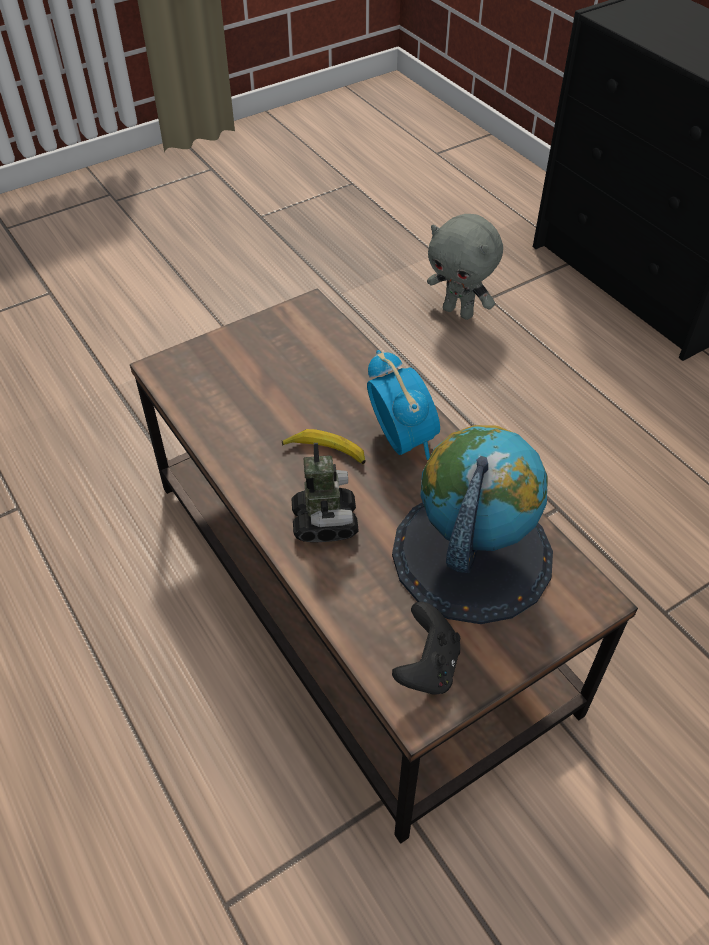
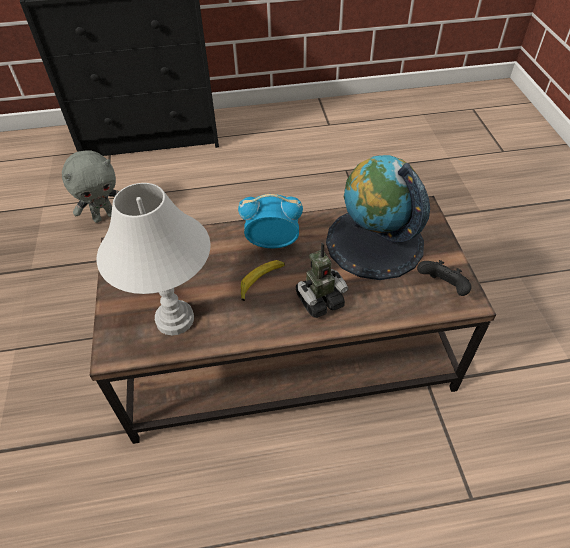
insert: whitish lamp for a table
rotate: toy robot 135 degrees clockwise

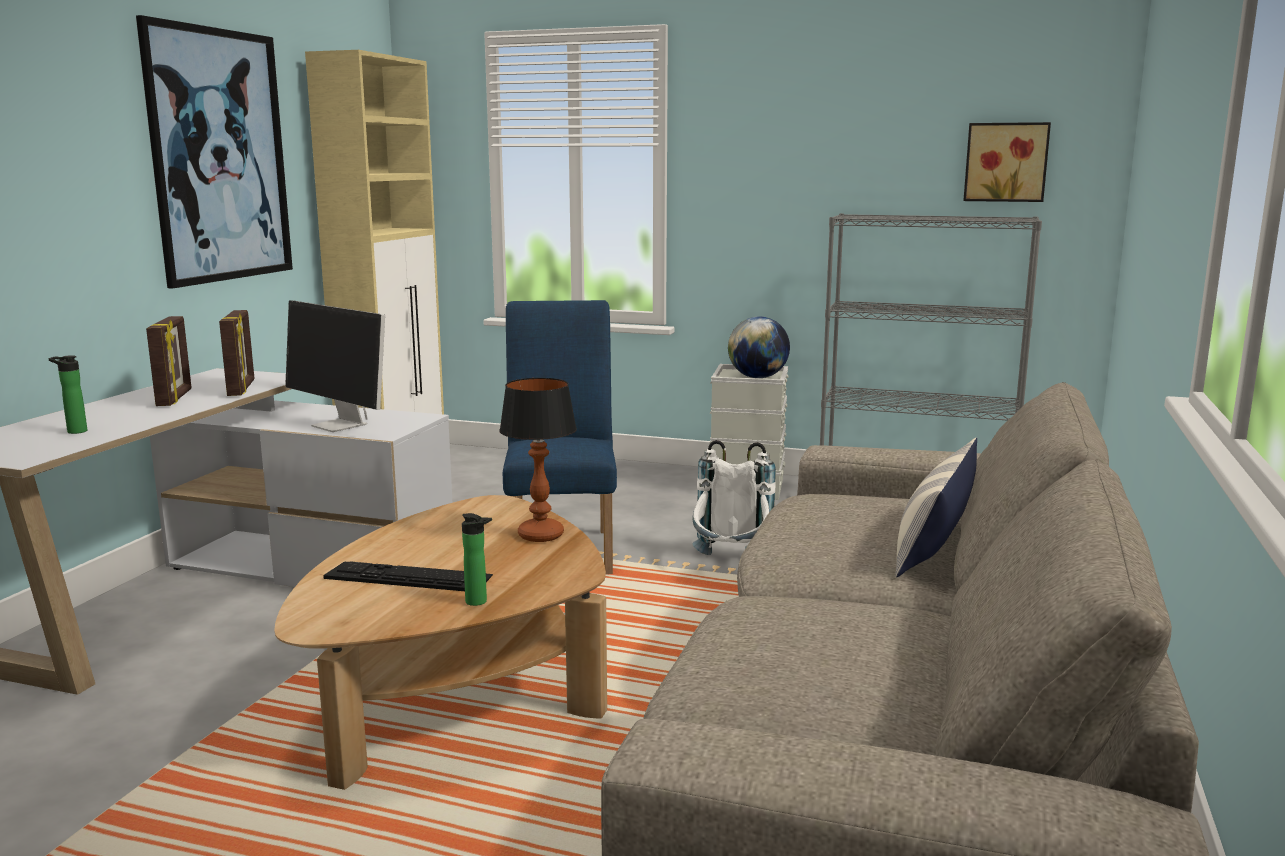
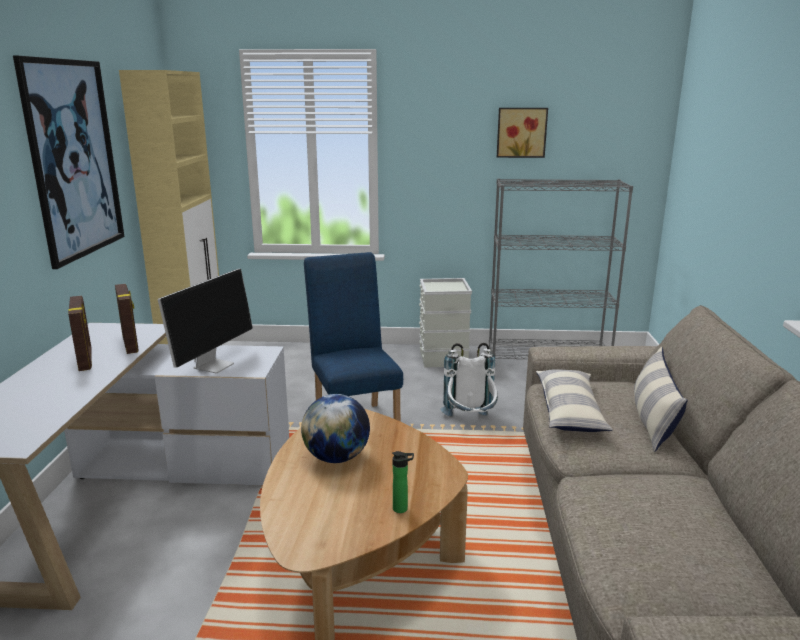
delete: drink bottle (1st from left); keyboard; lamp for a table
insert: cushion (1st from left)
move: globe; wall picture (2nd from left)
rotate: monitor 90 degrees counterclockwise

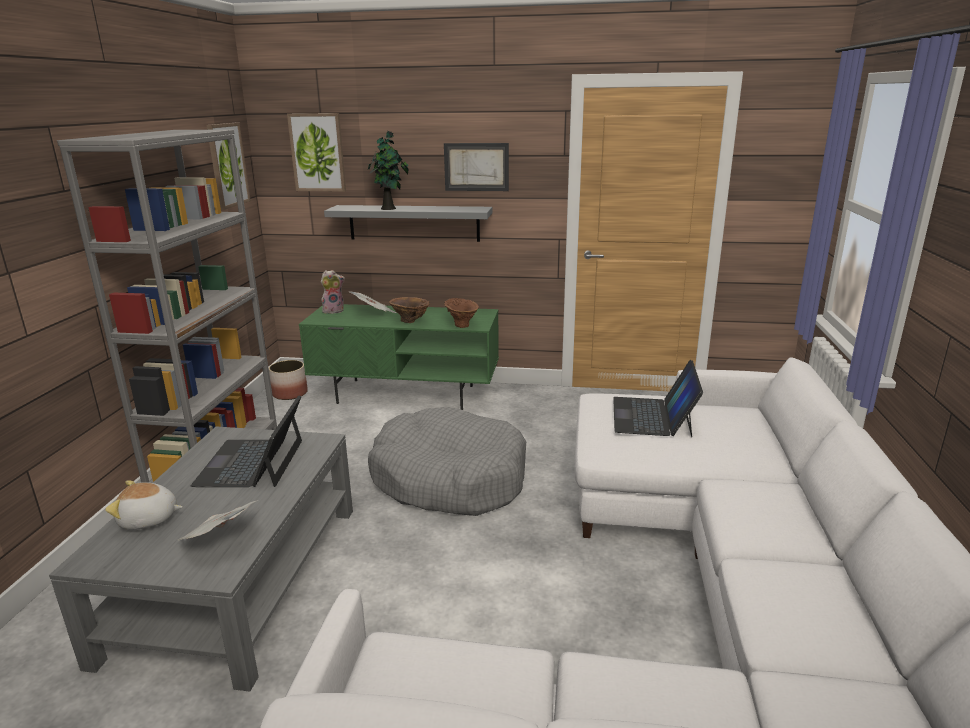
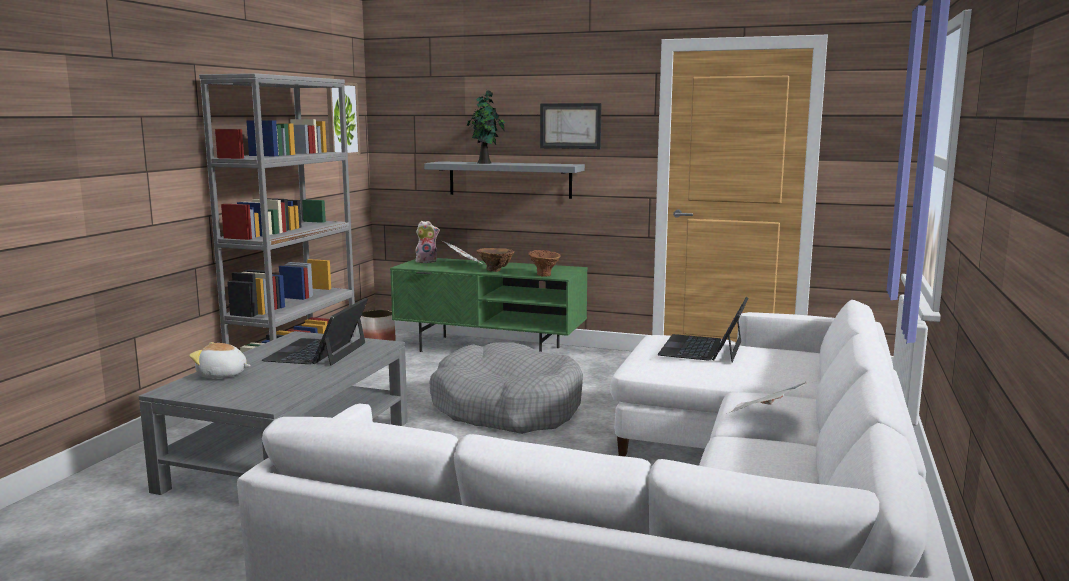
delete: wall picture (2nd from left)
move: printed paper (1st from left in the first image) to printed paper (2nd from left)

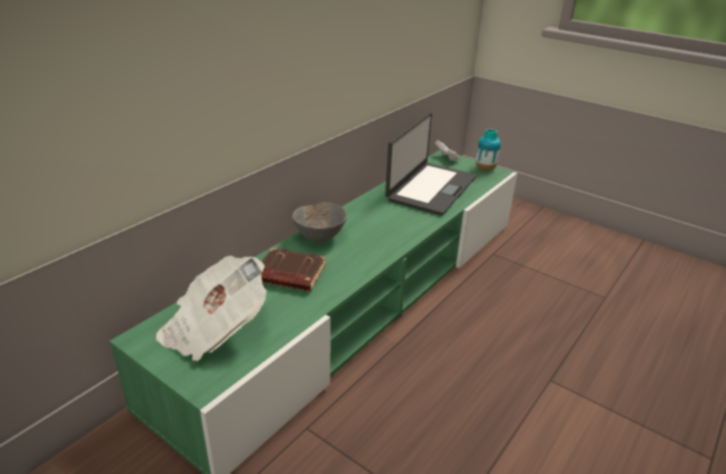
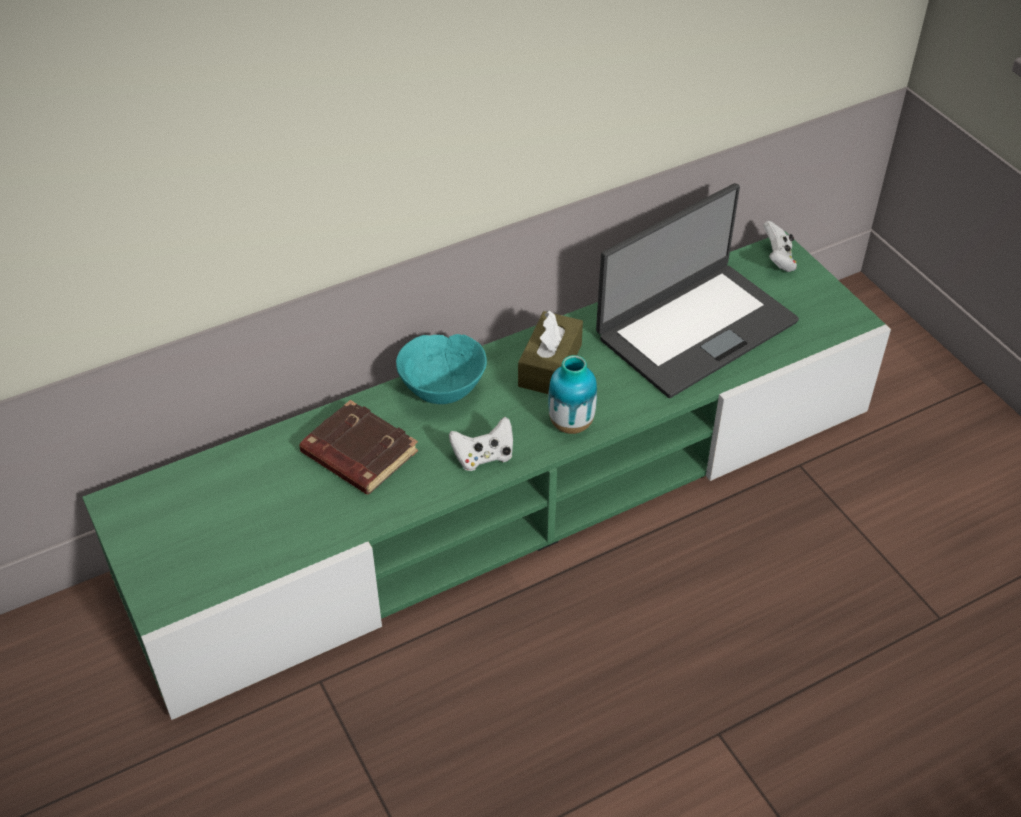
delete: printed paper
insert: whitish game controller (1st from left); brown tissue box
move: vase
recolor: greyish serving bowl to turquoise serving bowl

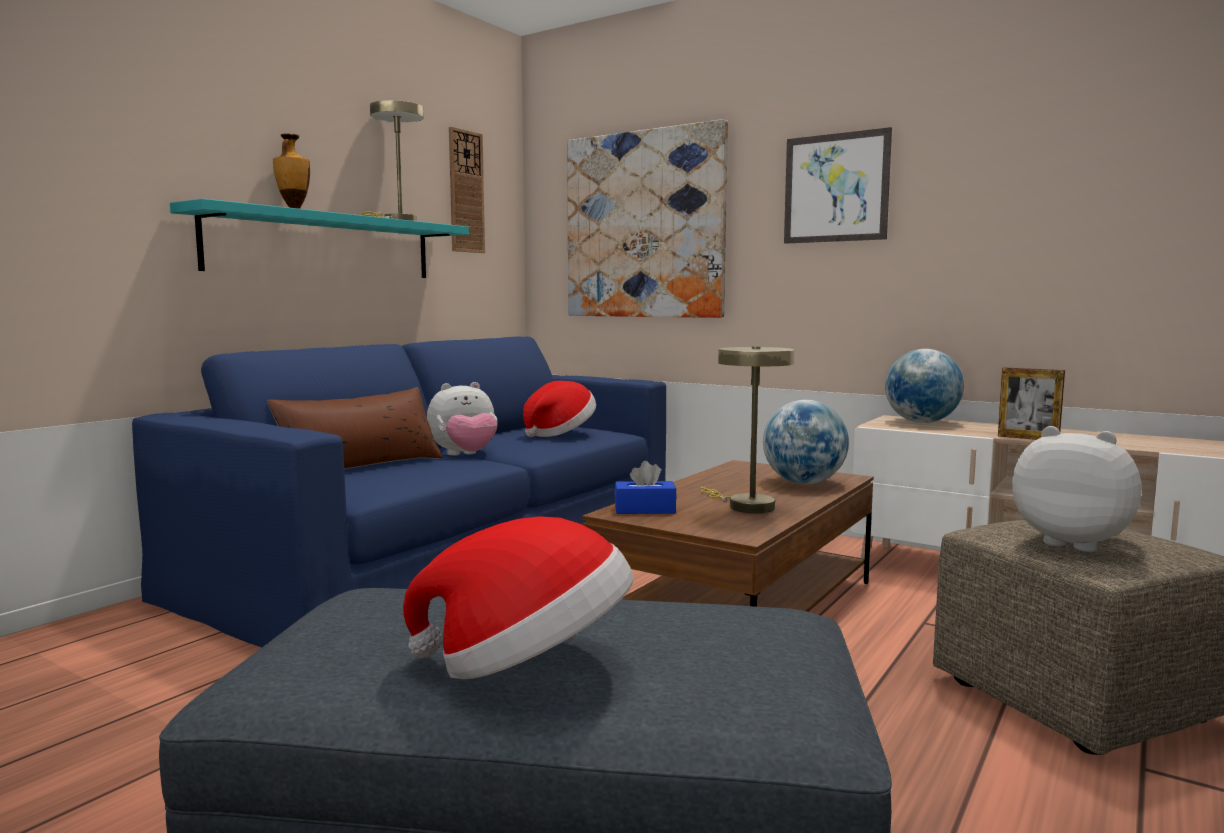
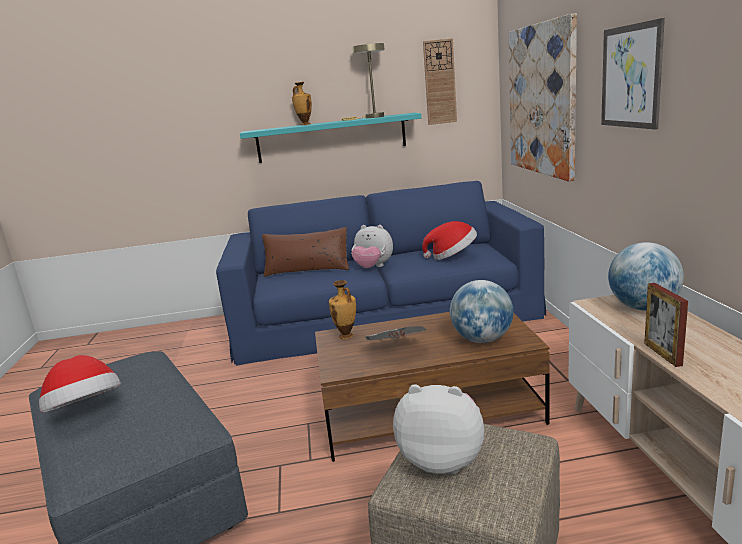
replace: bluish tissue box to vase (2nd from left); beige-coloured lamp for a table (2nd from left) to printed paper
rotate: plush toy (2nd from left) 75 degrees counterclockwise

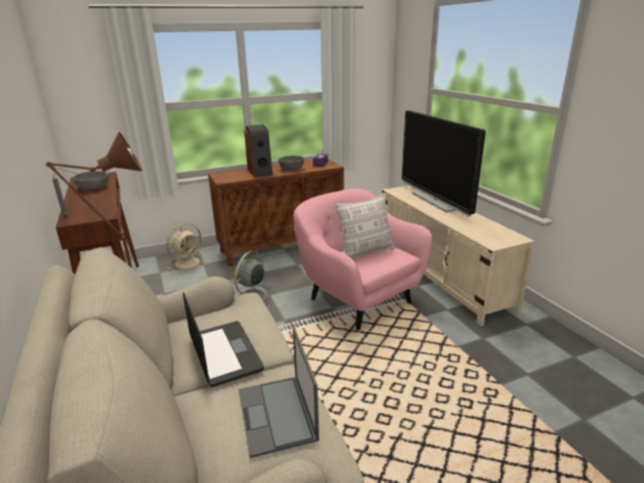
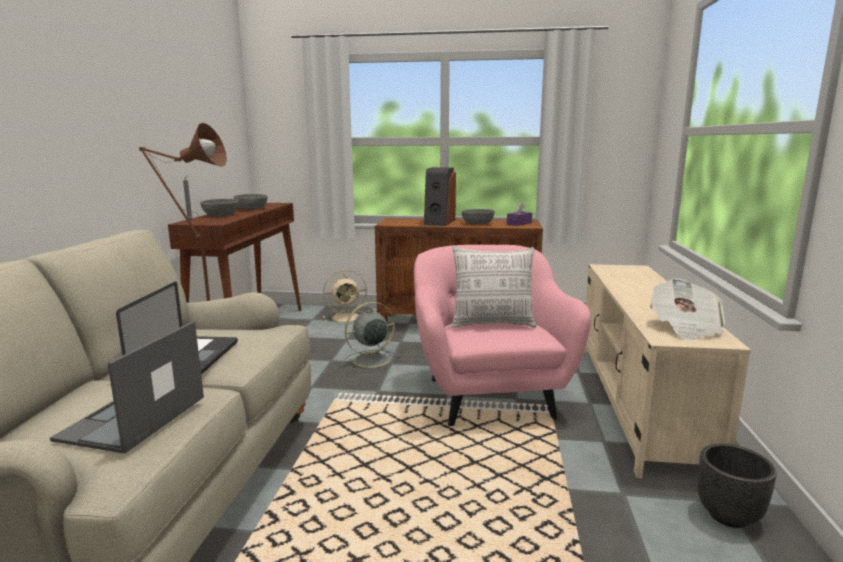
delete: TV set
insert: greyish serving bowl (1st from left); printed paper; blackish flower pot

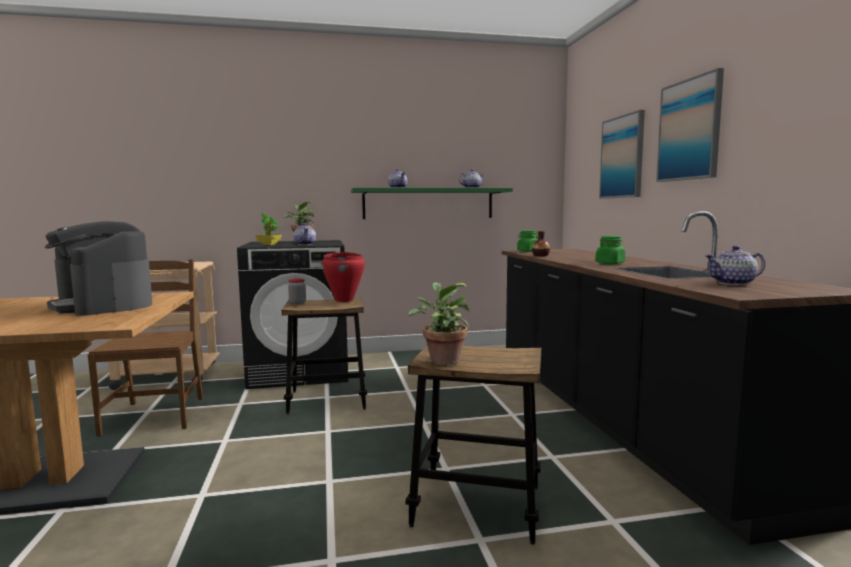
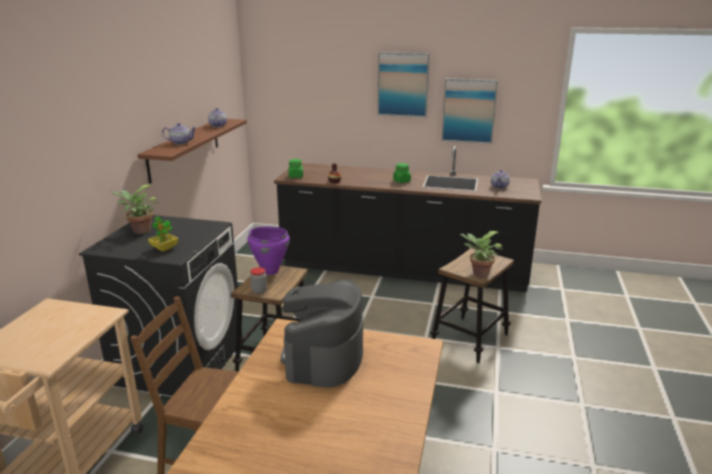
delete: tea pot (1st from left)
move: wall picture (1st from left in the first image) to wall picture (2nd from left)
recolor: red-coloured cooking pot to purplish cooking pot; greenish wall shelf to brown wall shelf
rotate: coffee brewer 120 degrees clockwise

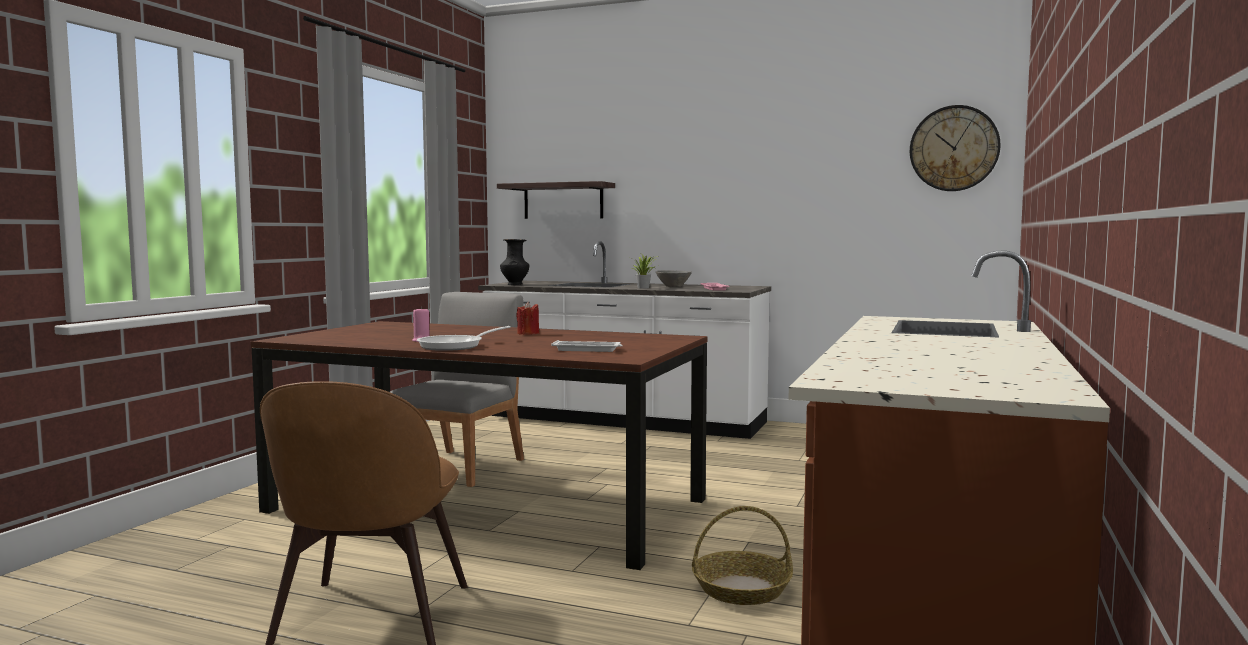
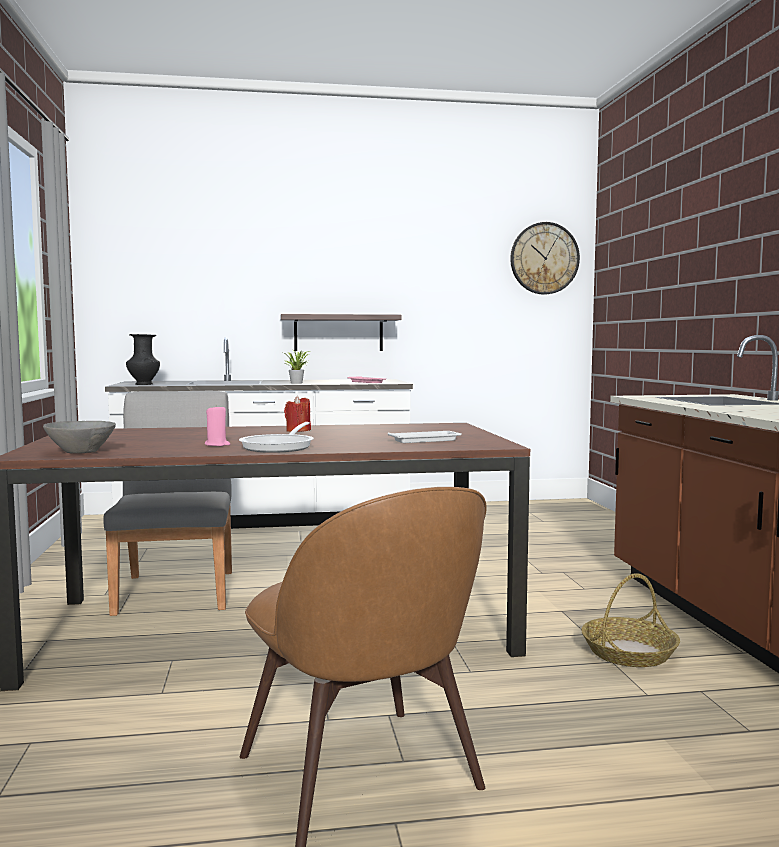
move: wall shelf; greyish serving bowl

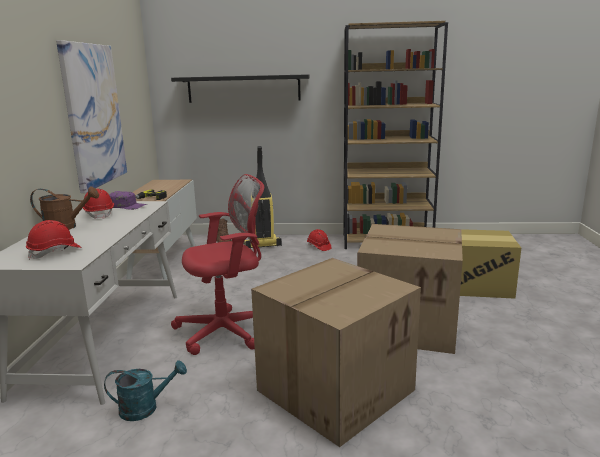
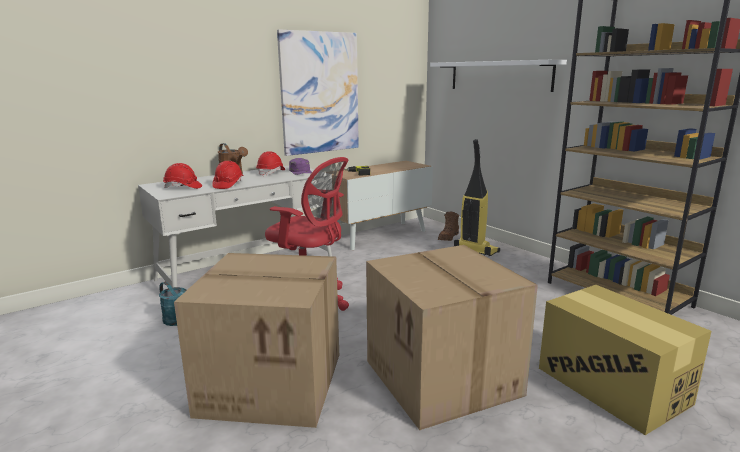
move: red-coloured hard hat (3rd from left in the first image) to red-coloured hard hat (2nd from left)
recolor: blackish wall shelf to whitish wall shelf

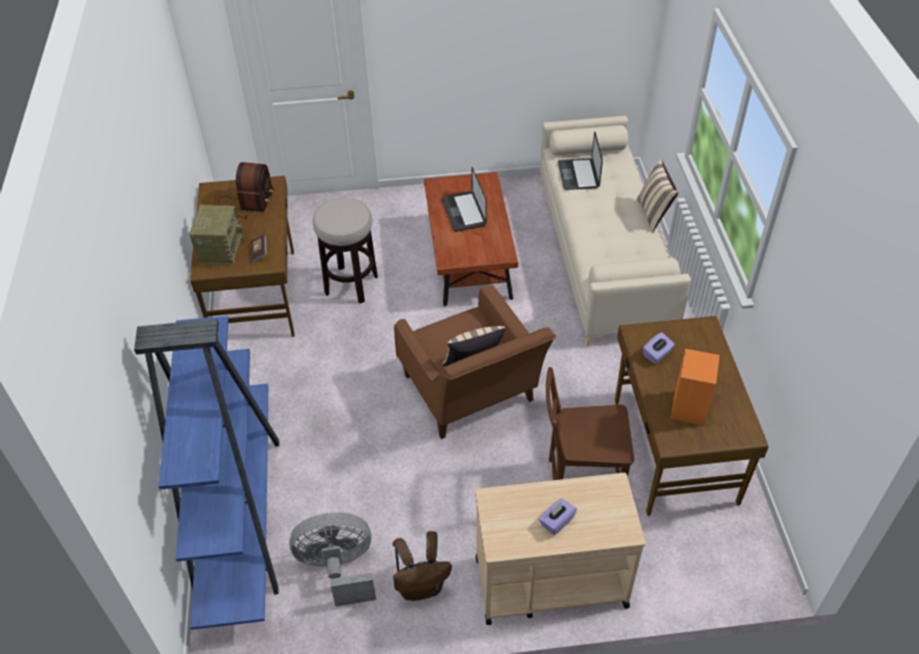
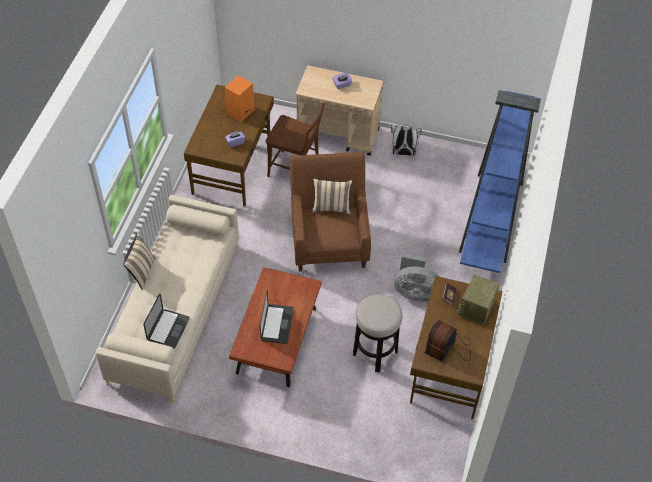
move: greyish fan
recolor: brown rucksack to whitish rucksack

